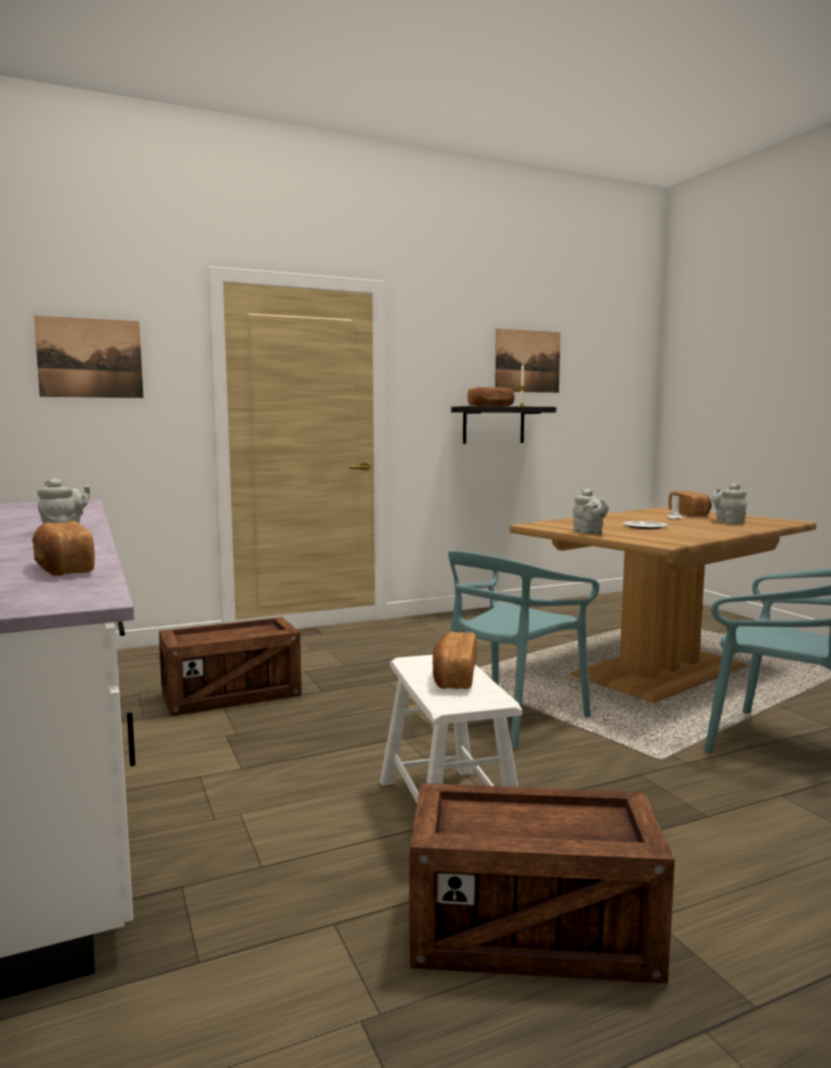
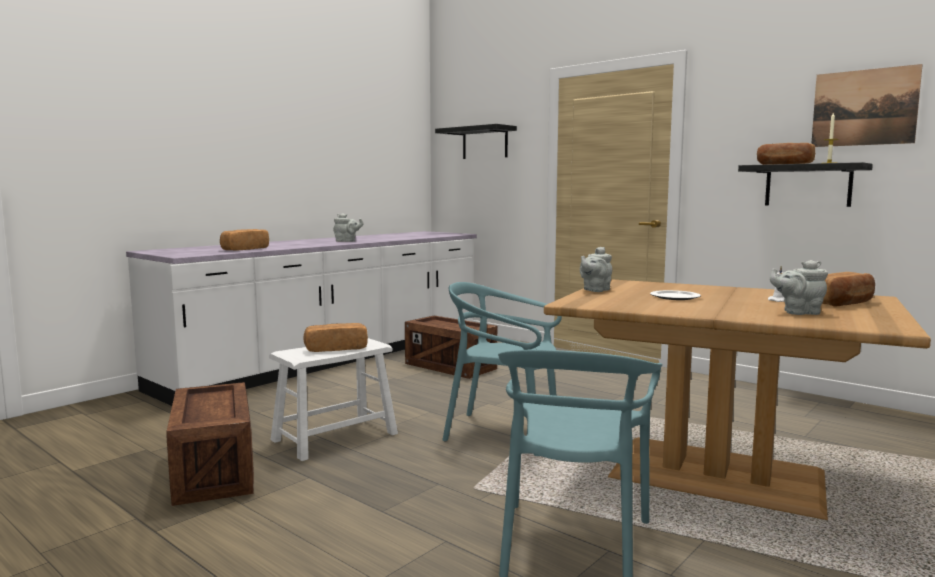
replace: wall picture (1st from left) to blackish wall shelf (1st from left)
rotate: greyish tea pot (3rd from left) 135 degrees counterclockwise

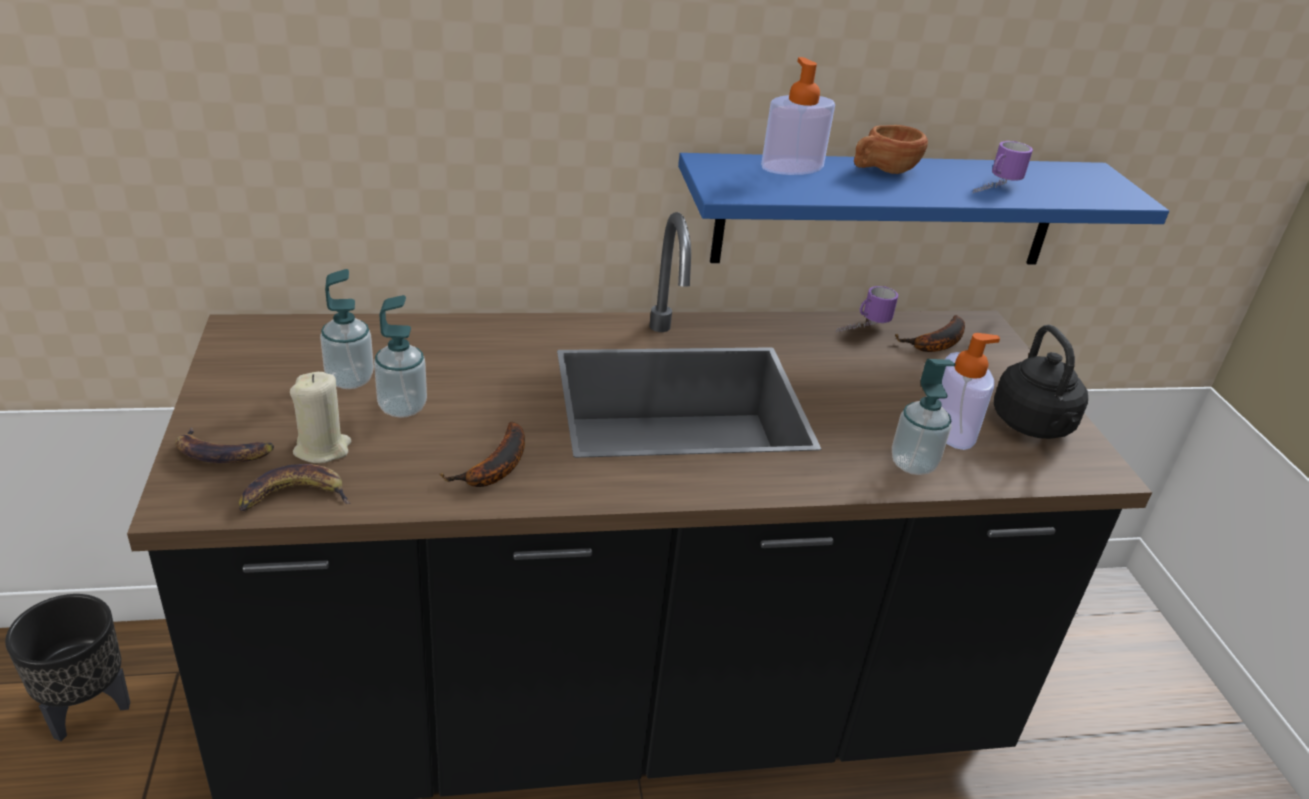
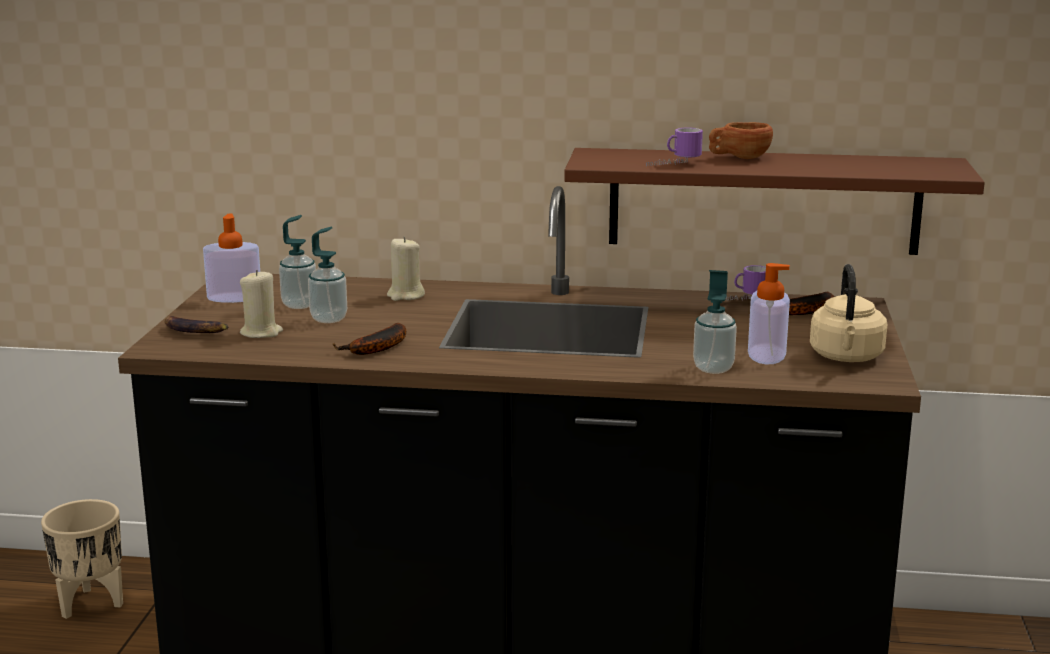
delete: banana (2nd from left)
insert: beige-coloured wax light (2nd from left)
move: liquid soap bottle (3rd from left in the first image) to liquid soap bottle (1st from left); coffee mug (2nd from left in the first image) to coffee mug (1st from left)
recolor: blackish flower pot to beige-coloured flower pot; bluish wall shelf to brown wall shelf; blackish kettle to beige-coloured kettle

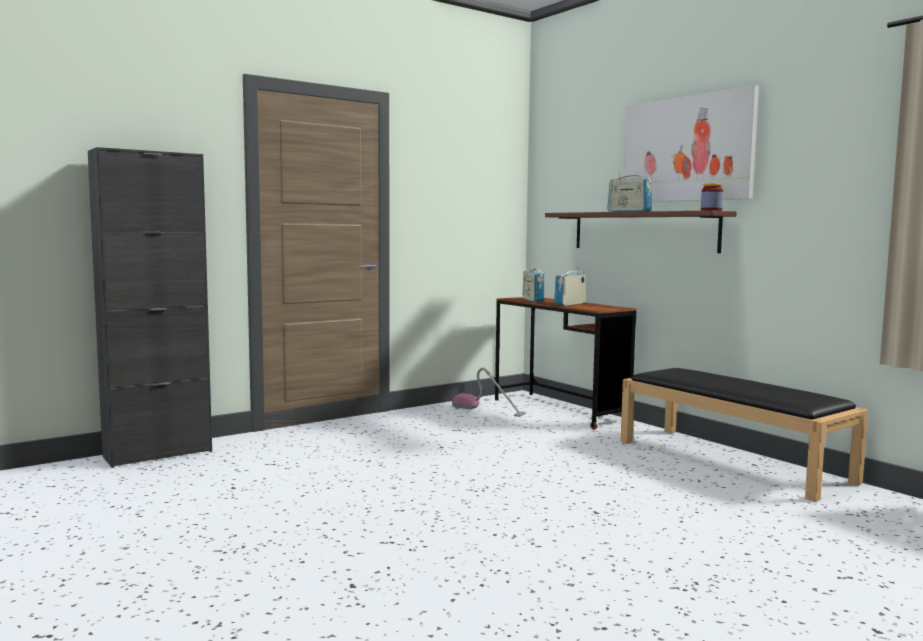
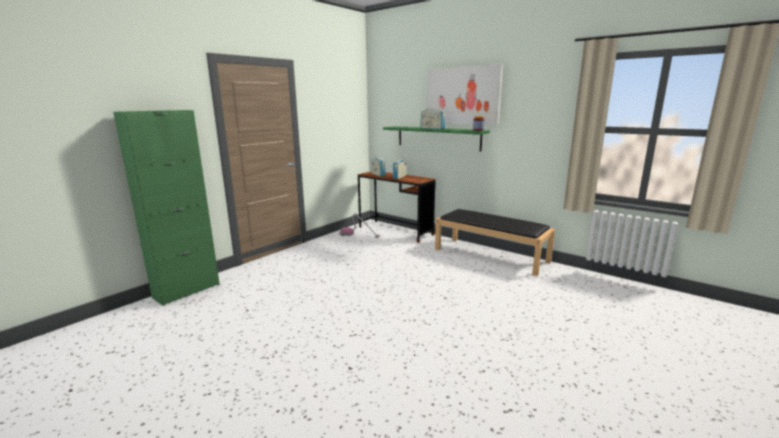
recolor: blackish cupboard to greenish cupboard; brown wall shelf to greenish wall shelf

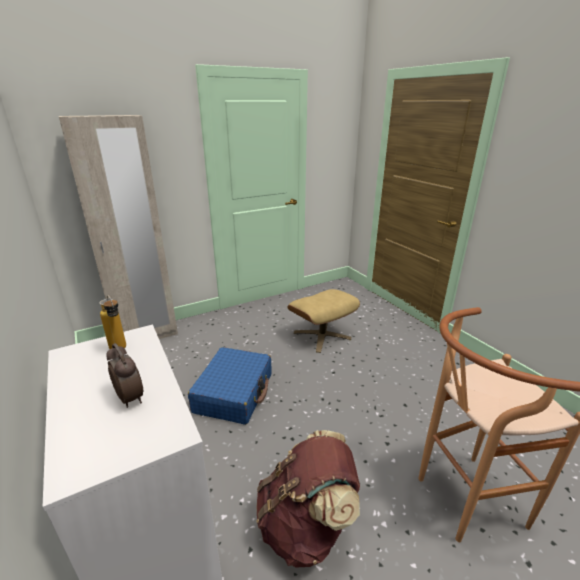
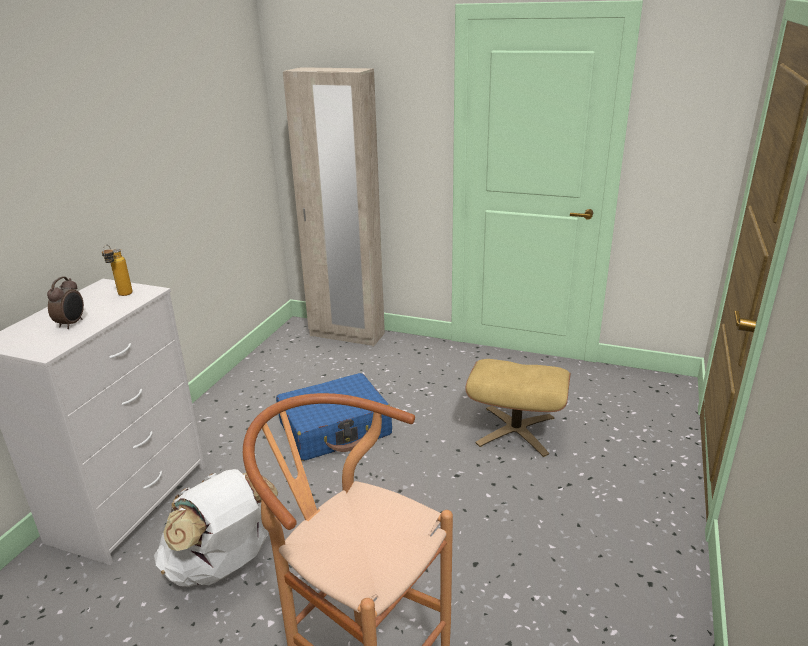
recolor: brown rucksack to whitish rucksack

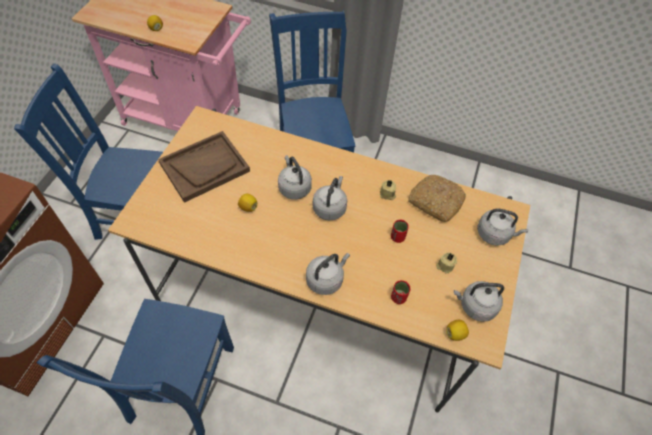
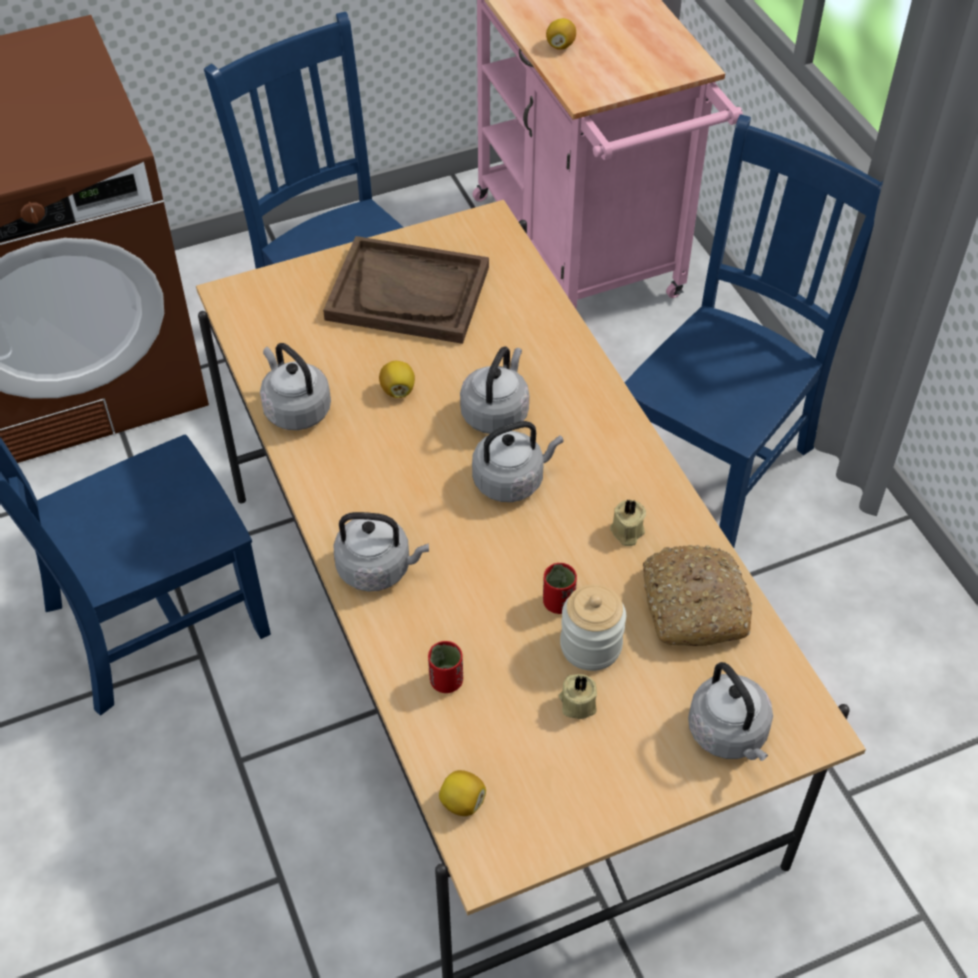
insert: storage jar
move: greyish kettle (4th from left in the first image) to greyish kettle (1st from left)

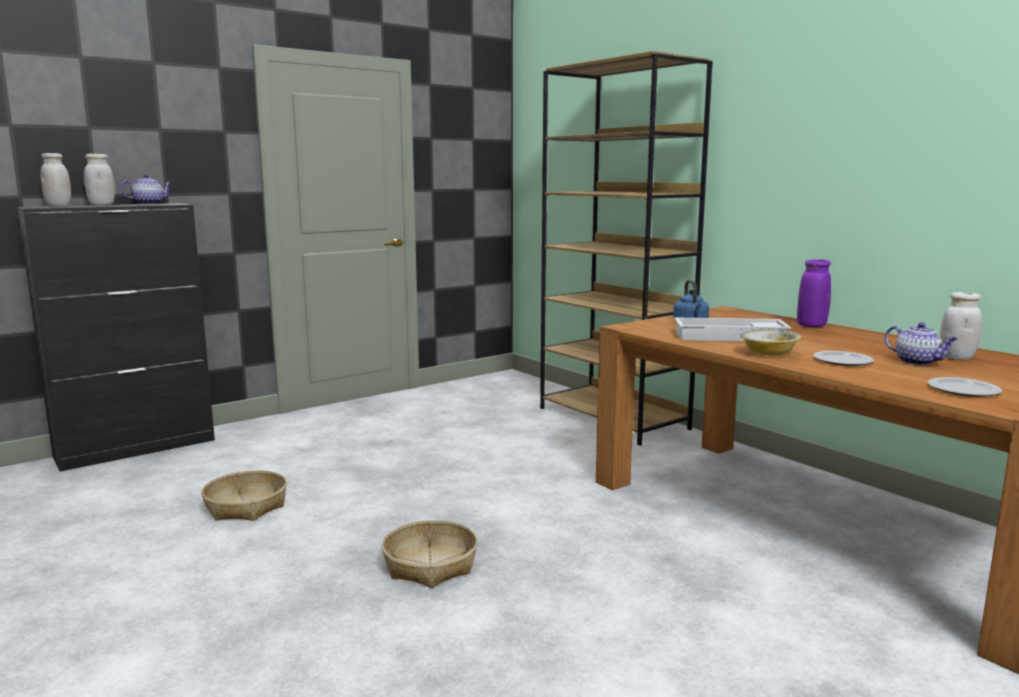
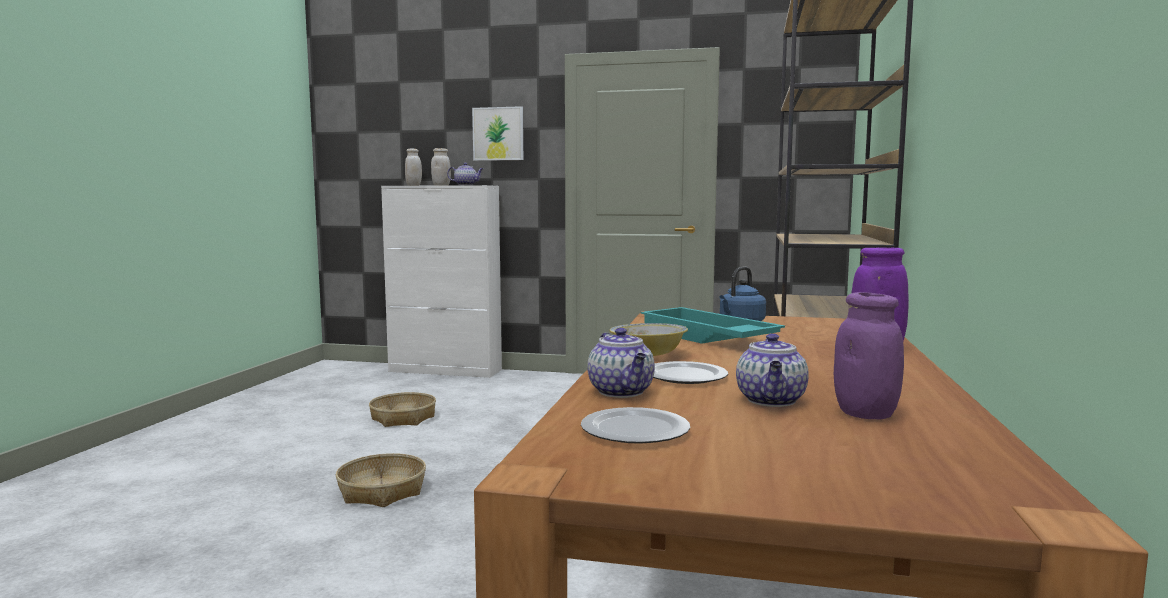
insert: wall picture; tea pot (2nd from left)
recolor: blackish cupboard to whitish cupboard; whitish carrying tray to turquoise carrying tray; whitish storage jar (3rd from left) to purplish storage jar

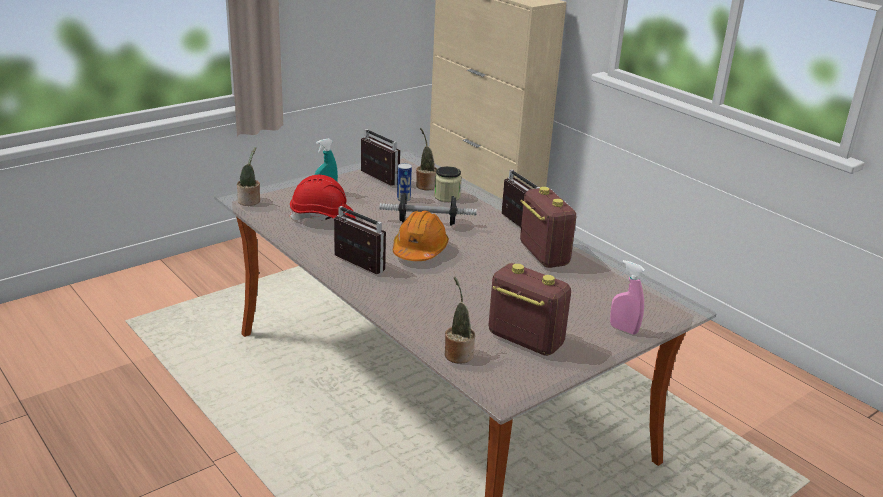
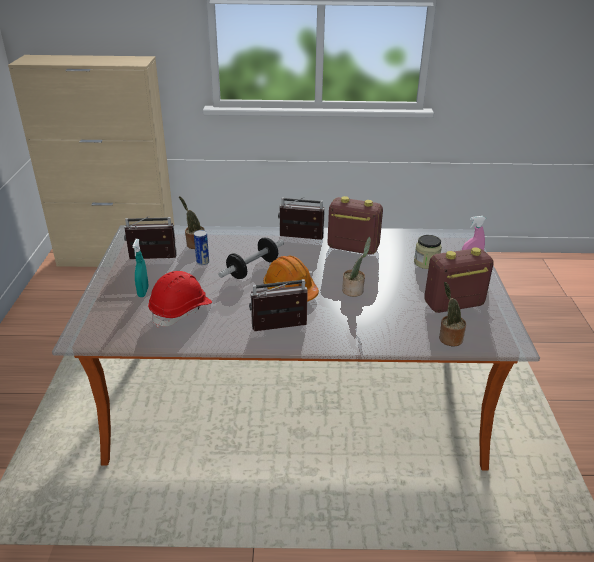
move: plant in a pot (1st from left in the first image) to plant in a pot (2nd from left); storage jar

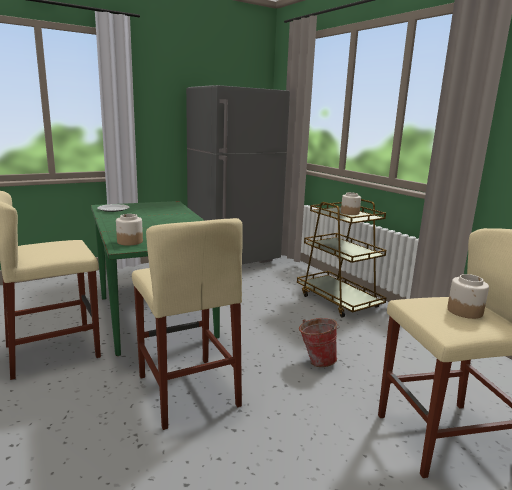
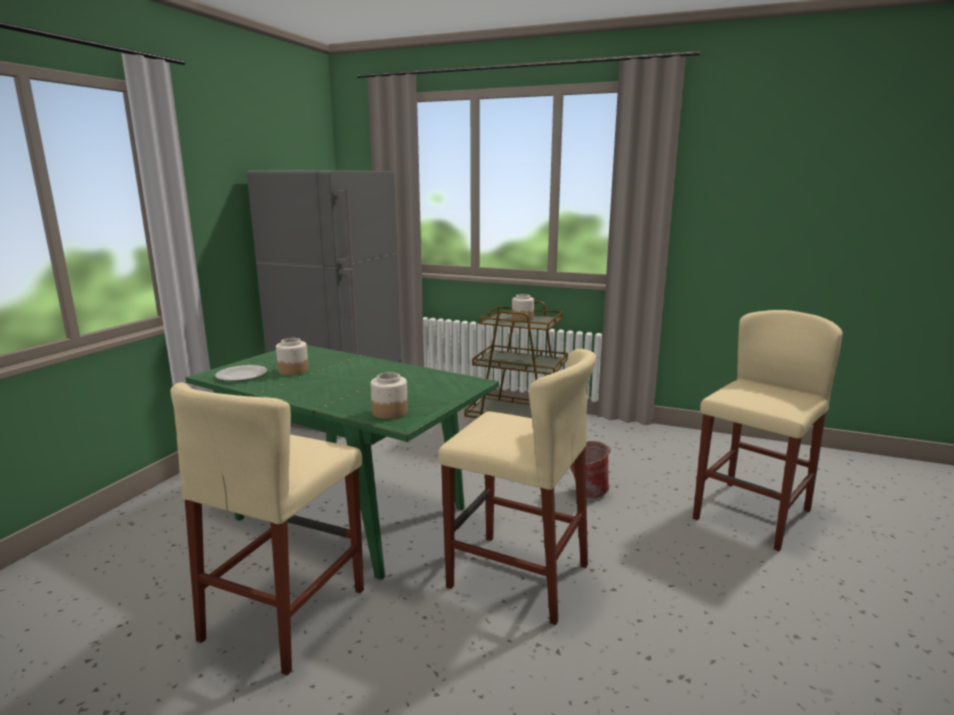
move: storage jar (3rd from left in the first image) to storage jar (1st from left)

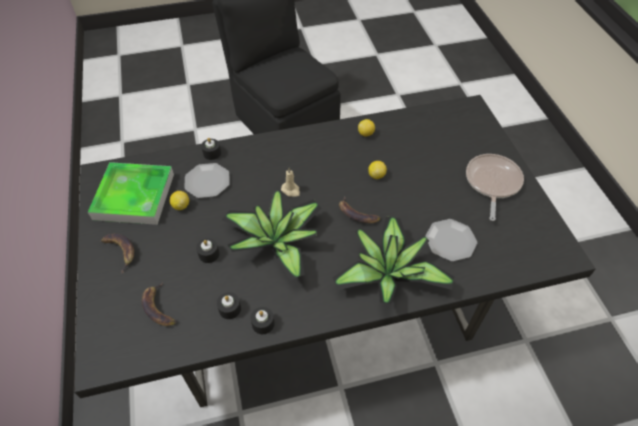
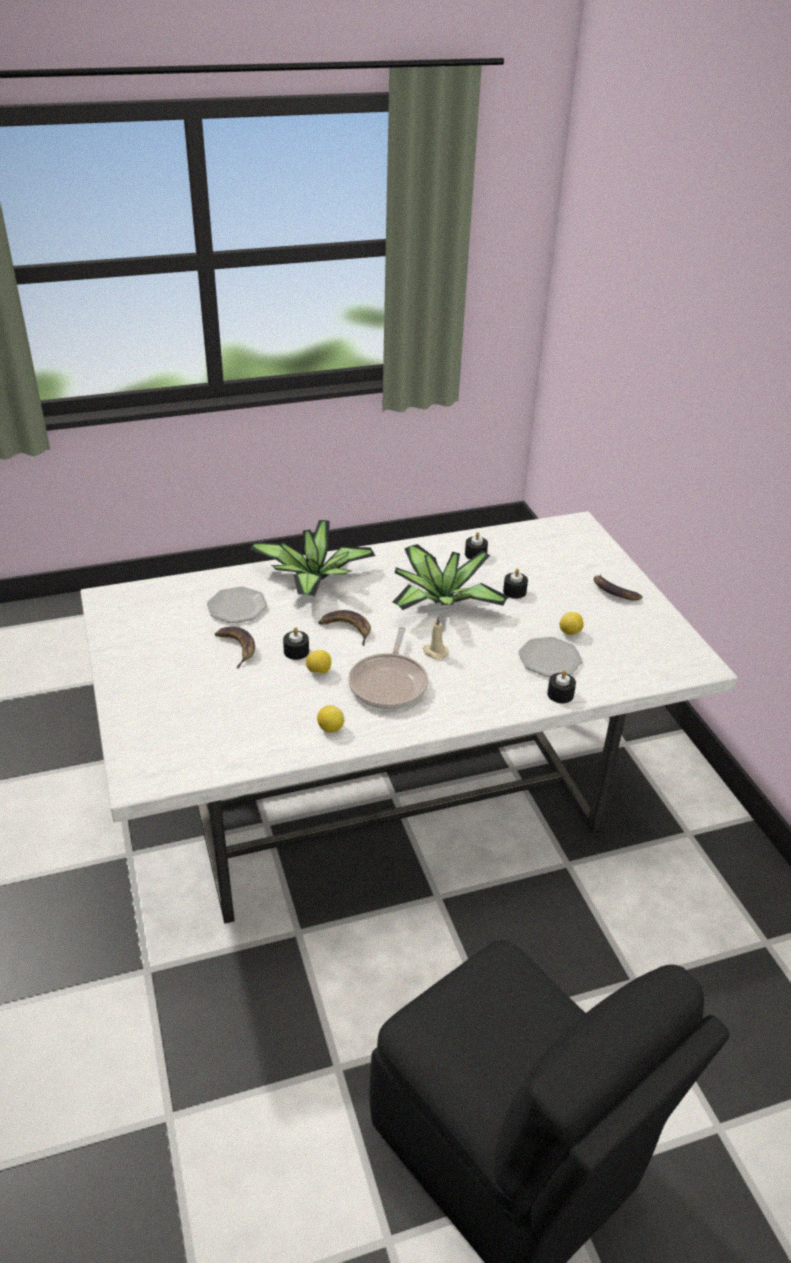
delete: carrying tray
move: banana (2nd from left in the first image) to banana (1st from left); blackish wax light (4th from left in the first image) to blackish wax light (1st from left); pan
recolor: blackish kitchen table to whitish kitchen table

